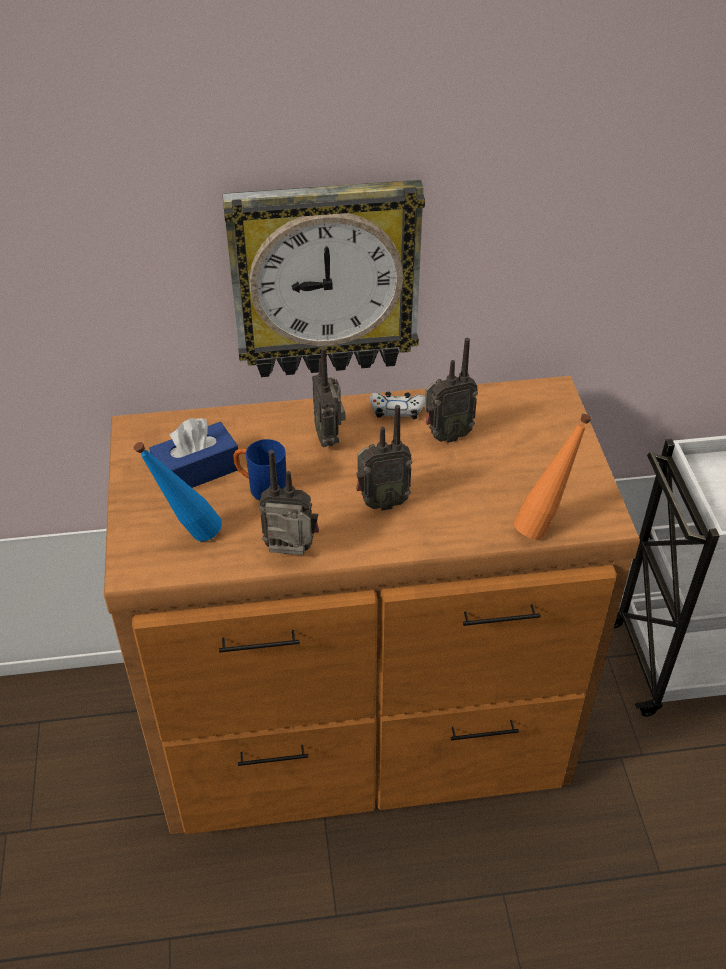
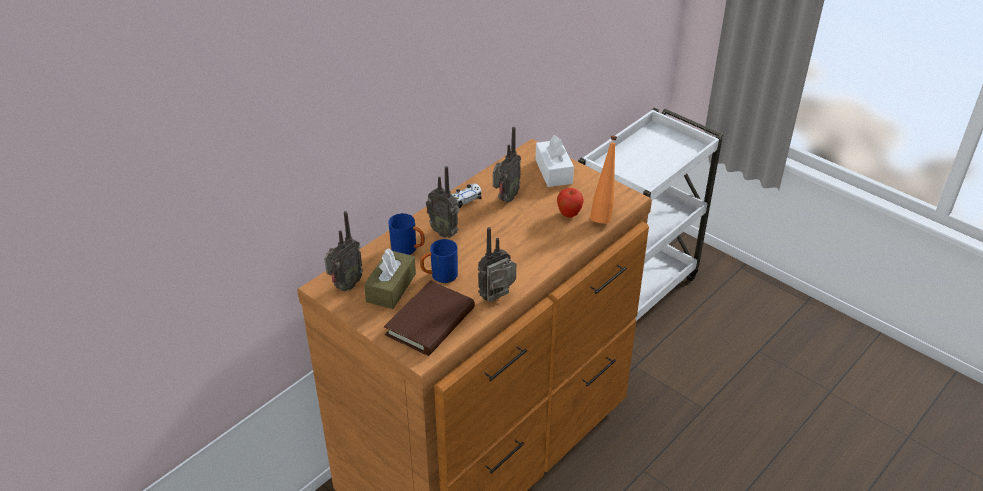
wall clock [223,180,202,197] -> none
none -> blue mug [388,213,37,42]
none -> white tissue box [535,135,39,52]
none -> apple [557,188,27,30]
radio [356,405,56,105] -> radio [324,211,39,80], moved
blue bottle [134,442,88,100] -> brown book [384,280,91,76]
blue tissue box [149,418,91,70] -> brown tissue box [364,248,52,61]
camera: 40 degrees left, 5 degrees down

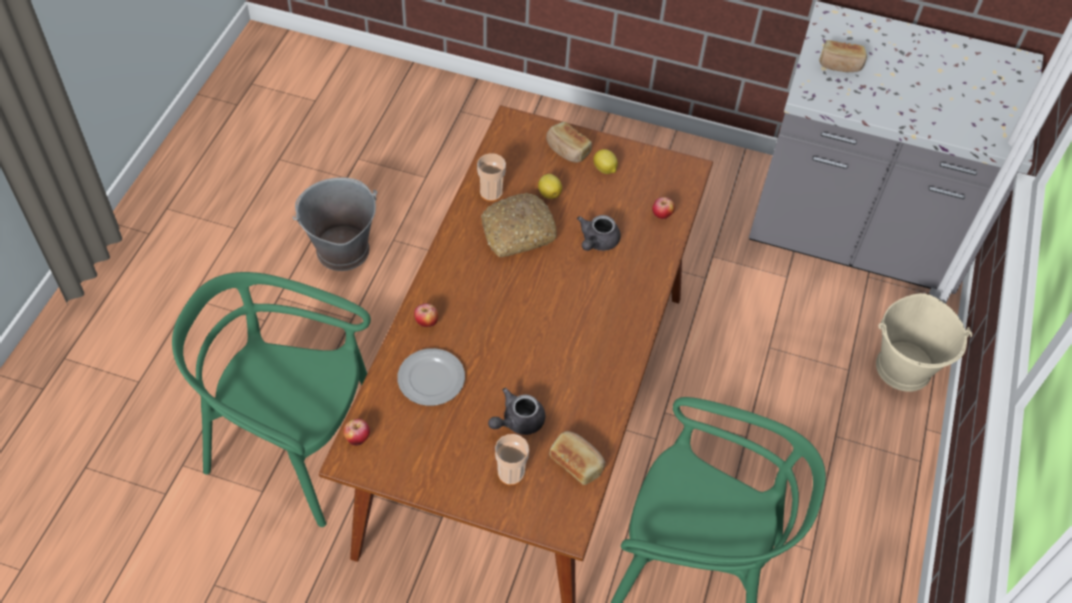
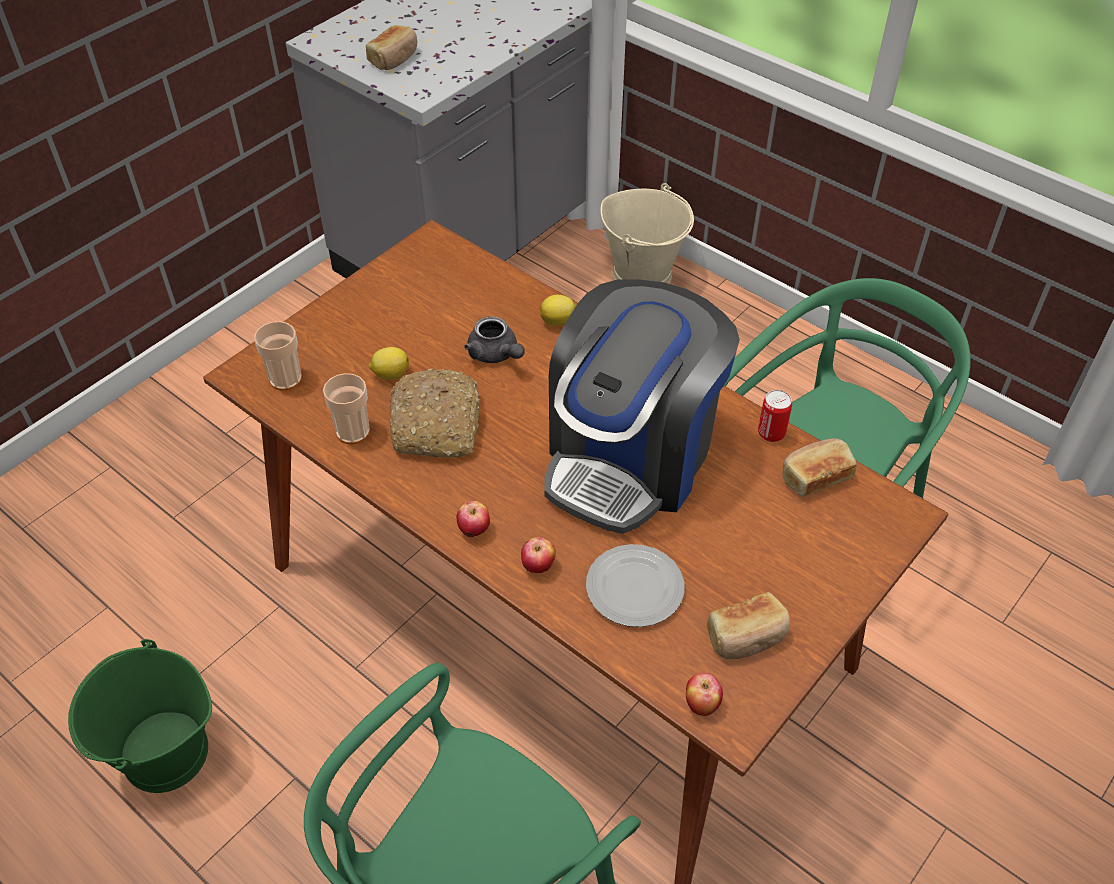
grey teapot [488,388,57,47] -> none
none -> coffee machine [544,279,196,255]
none -> can [758,390,34,52]
cup [495,434,34,51] -> cup [254,321,48,70], moved
bread [546,122,46,41] -> bread [707,592,83,67], moved
lemon [593,149,25,25] -> lemon [540,295,36,31], moved
apple [652,197,23,22] -> apple [457,501,33,37], moved
grey bucket [293,177,84,94] -> green bucket [68,639,144,154]
camera: 65 degrees left, 5 degrees down

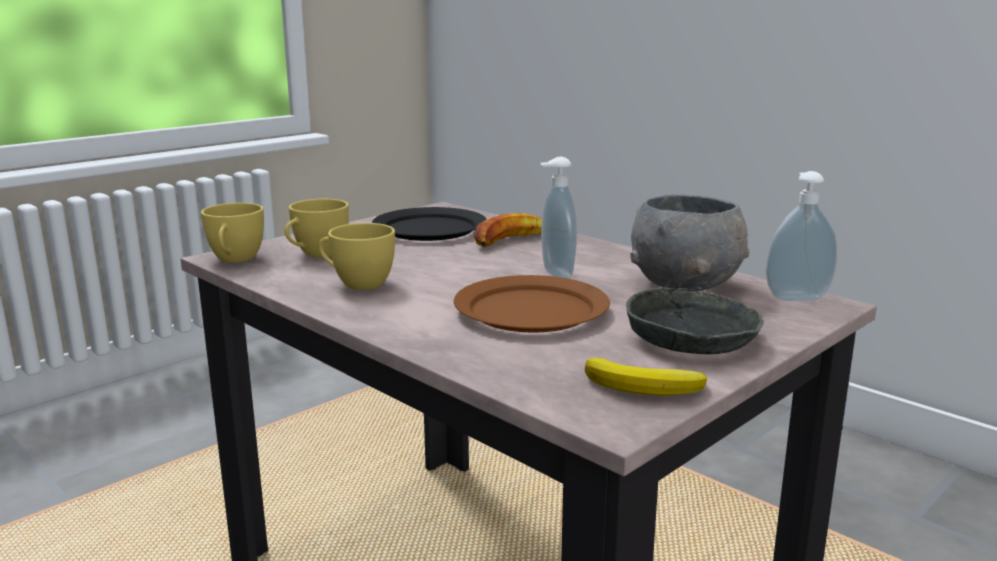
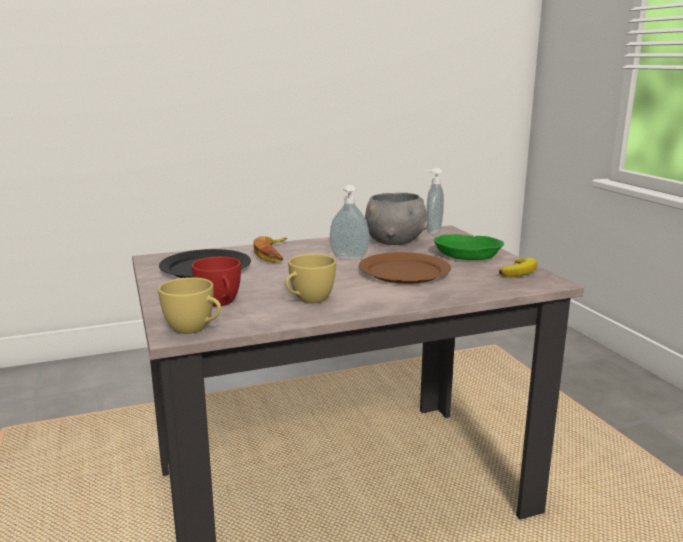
yellow cup [284,199,65,58] -> red cup [192,256,49,51]
grey bowl [626,287,138,67] -> green bowl [434,234,70,26]
camera: 65 degrees left, 0 degrees up

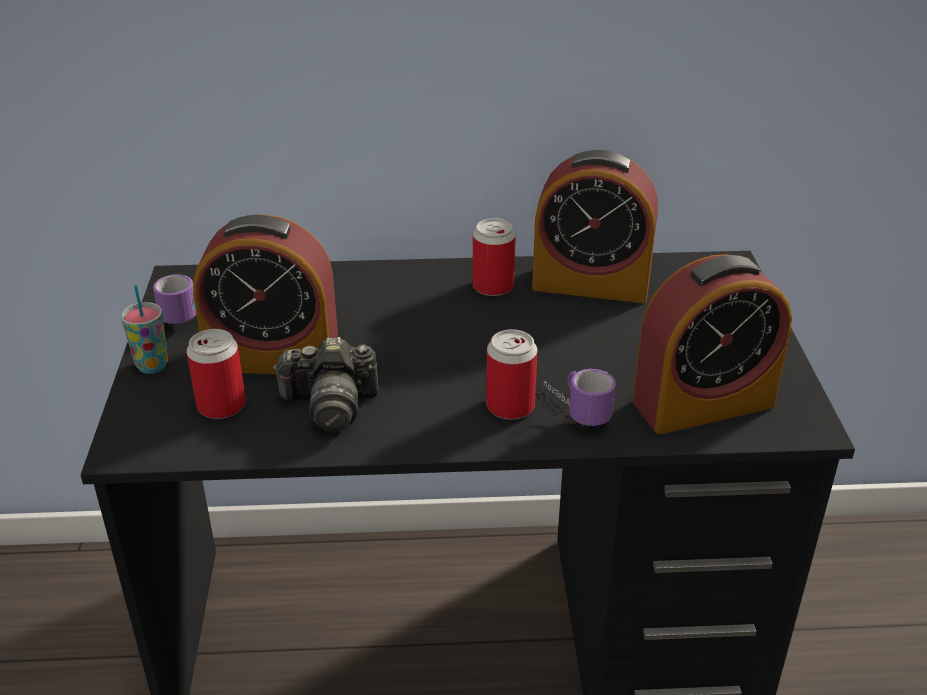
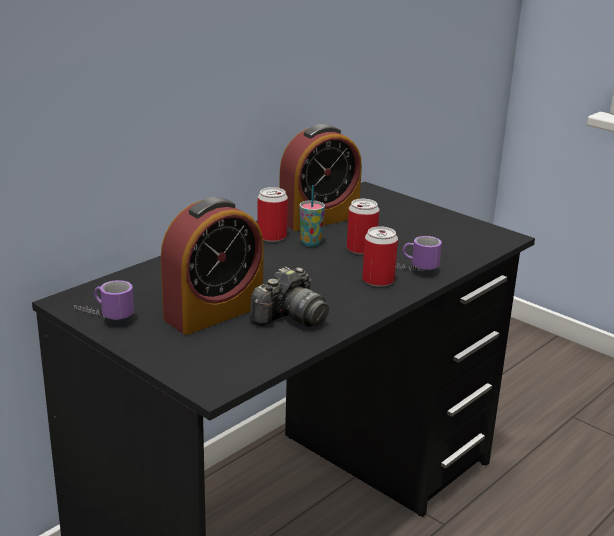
alarm clock [633,254,159,180] -> none
cup [121,285,47,89] -> cup [299,185,26,62], moved
can [186,329,60,90] -> can [347,199,32,56], moved
camera: 45 degrees left, 10 degrees down

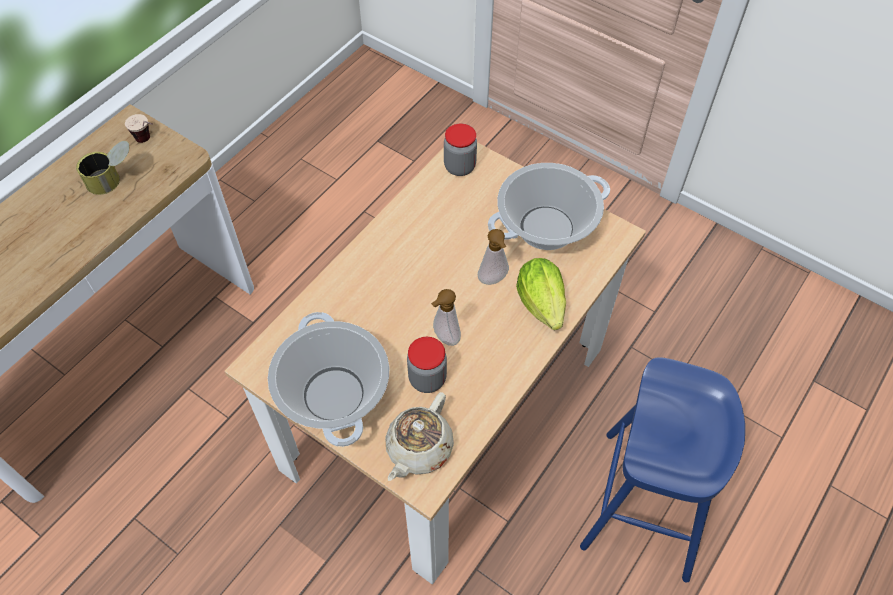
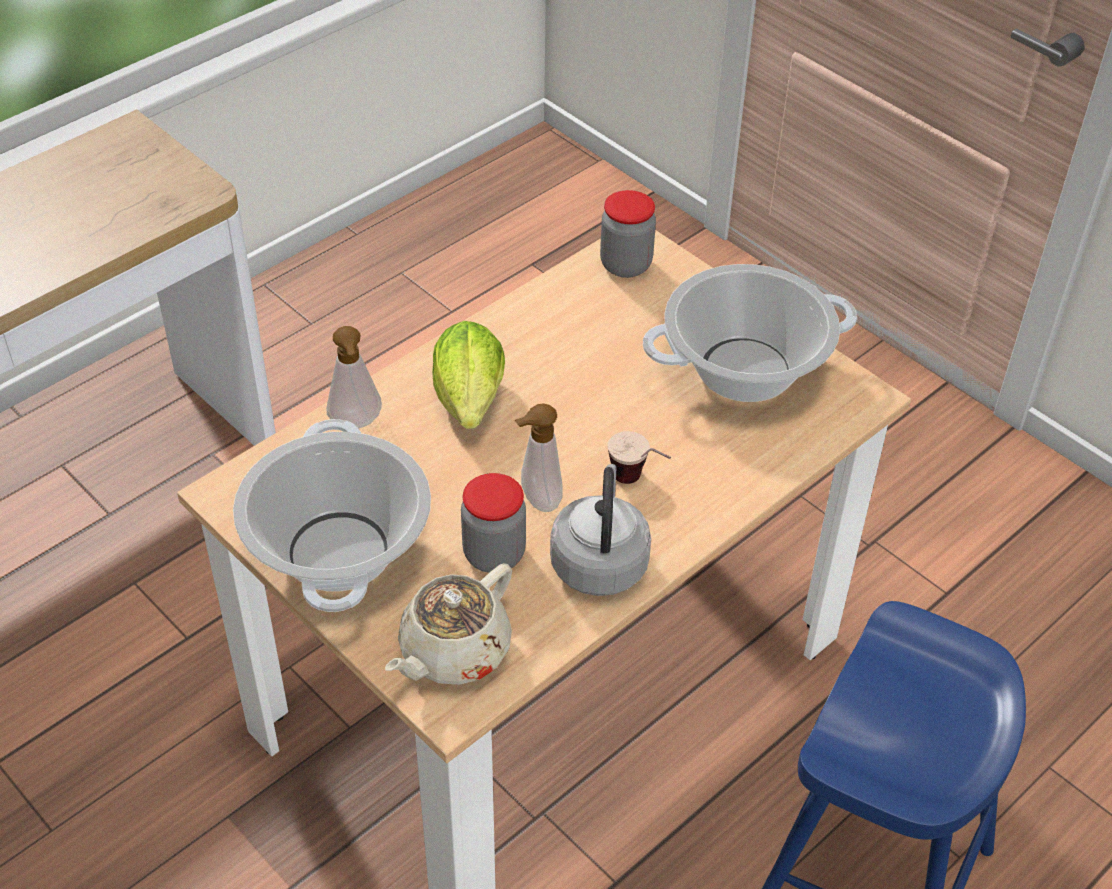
can [76,141,53,54] -> none
none -> grey kettle [550,464,101,132]
cup [125,114,28,29] -> cup [608,431,63,53], moved
soap dispenser [478,229,31,56] -> soap dispenser [326,326,56,102], moved
lettuce [516,258,50,72] -> lettuce [432,321,73,108], moved
camera: 10 degrees right, 10 degrees down

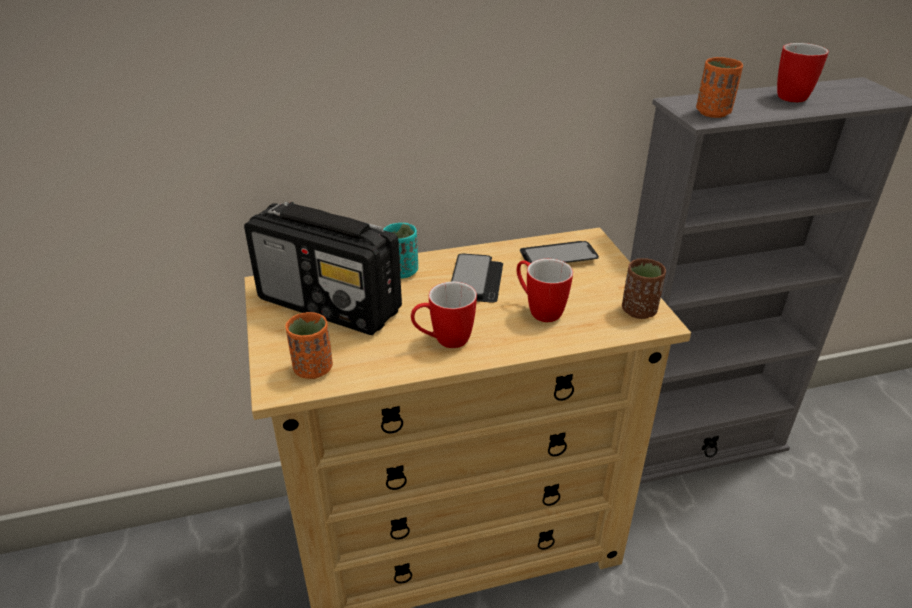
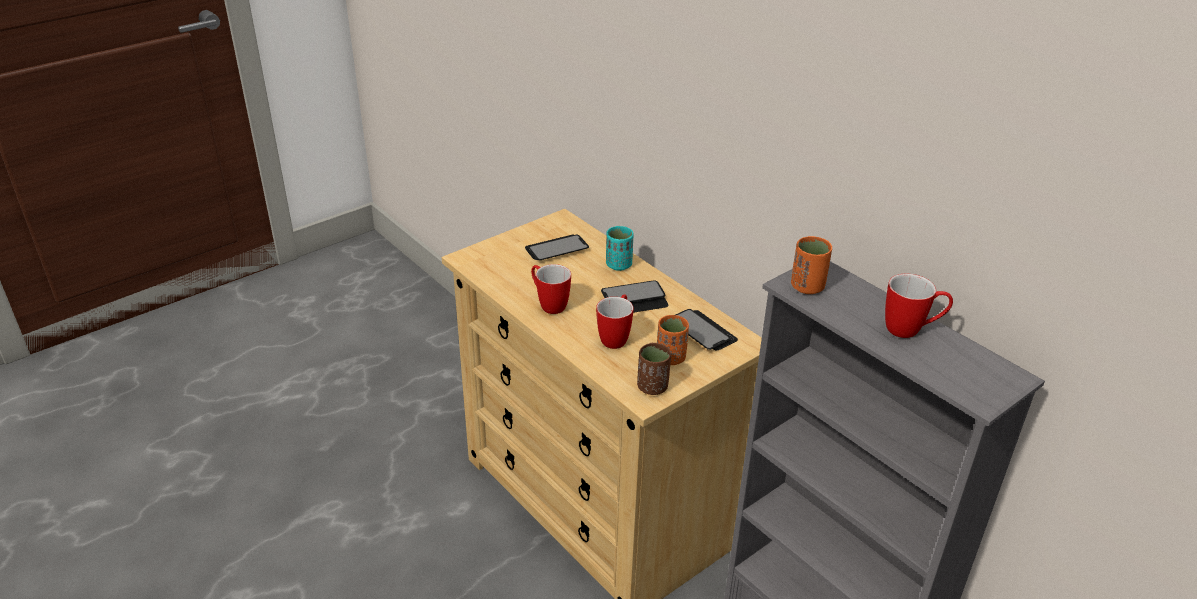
orange cup [285,312,48,67] -> orange cup [657,315,32,50], moved
radio [244,202,158,133] -> phone [525,235,64,25]
camera: 65 degrees right, 0 degrees up

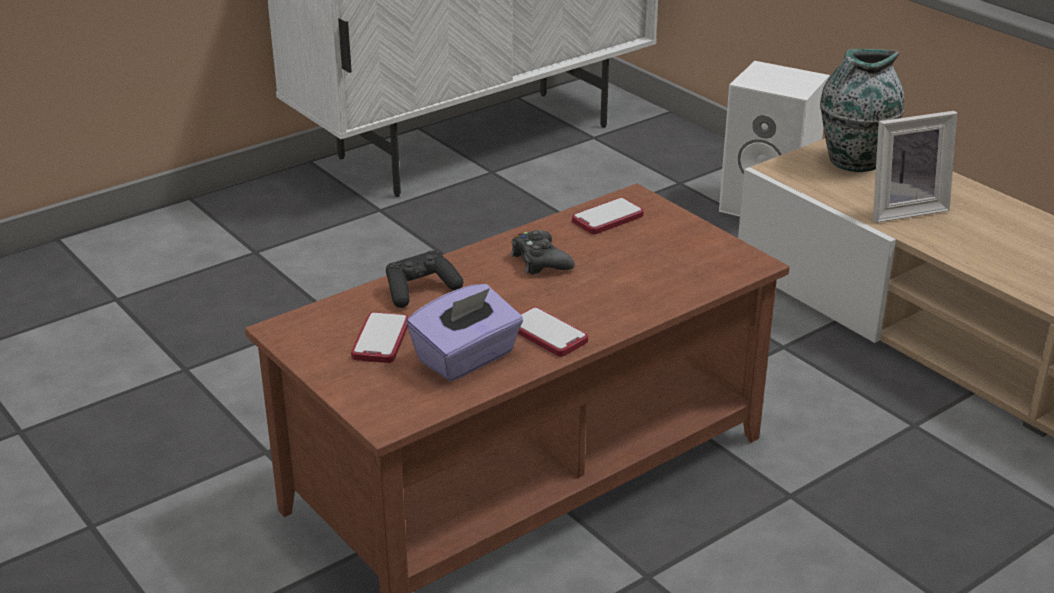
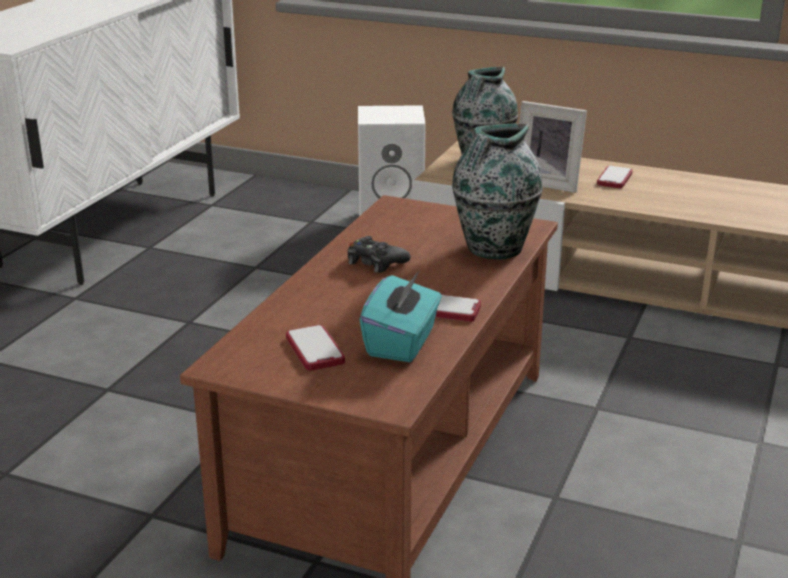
black game controller [386,251,77,57] -> none
none -> vase [452,123,91,137]
phone [572,198,72,36] -> phone [597,166,36,22], moved
purple tissue box [406,284,117,97] -> turquoise tissue box [359,271,83,91]
picture frame [873,111,84,112] -> picture frame [519,101,68,92], 75 degrees clockwise
camera: 30 degrees left, 5 degrees down

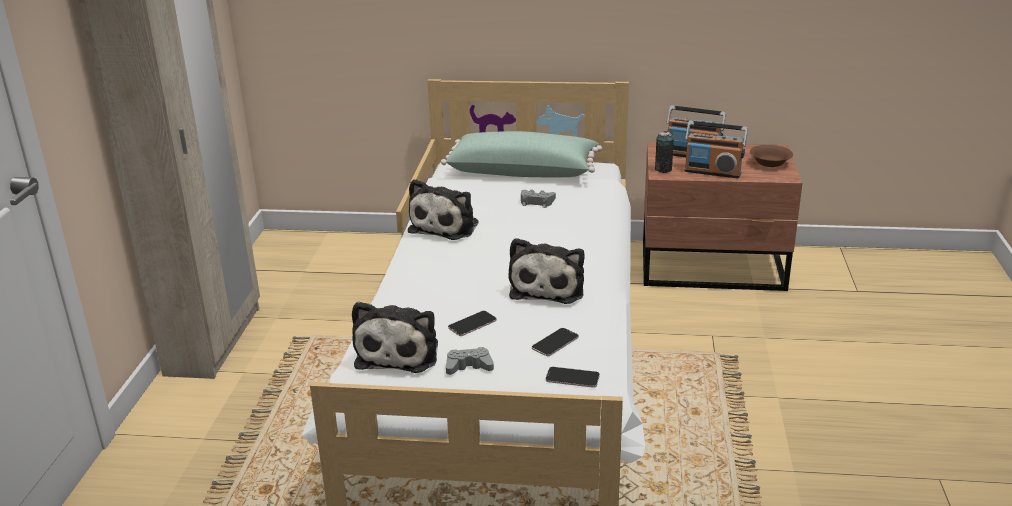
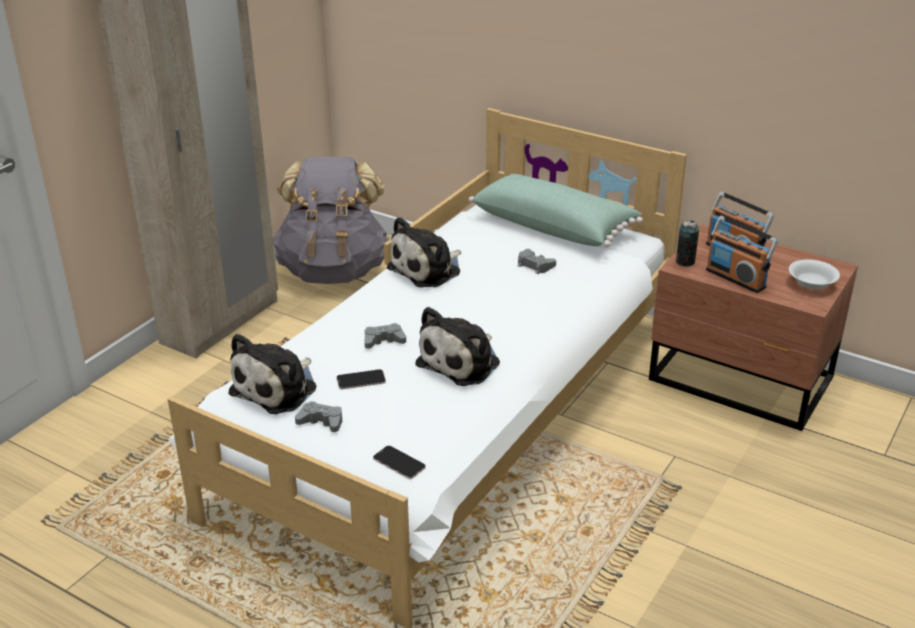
phone [532,328,47,28] -> none
none -> grey backpack [273,157,117,127]
none -> grey game controller [365,323,41,26]
brown bowl [750,145,43,22] -> white bowl [789,259,51,31]
camera: 25 degrees right, 5 degrees up

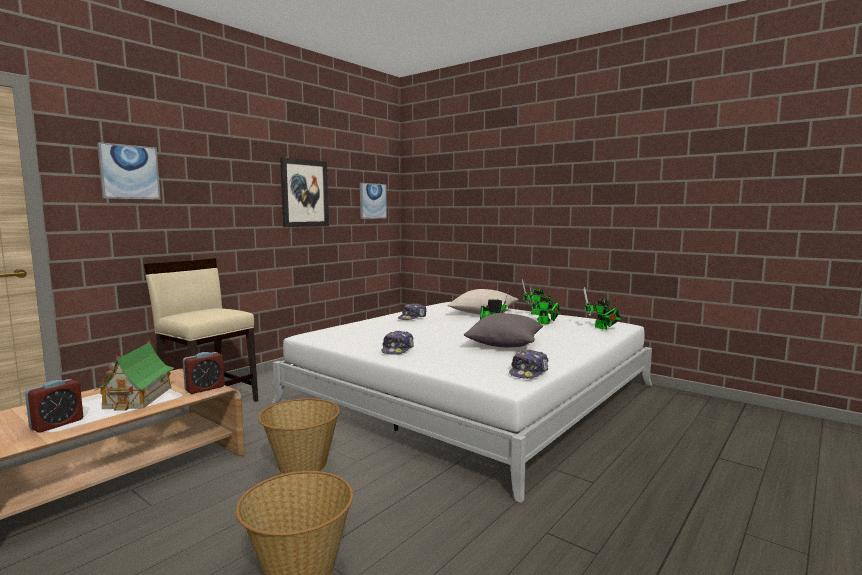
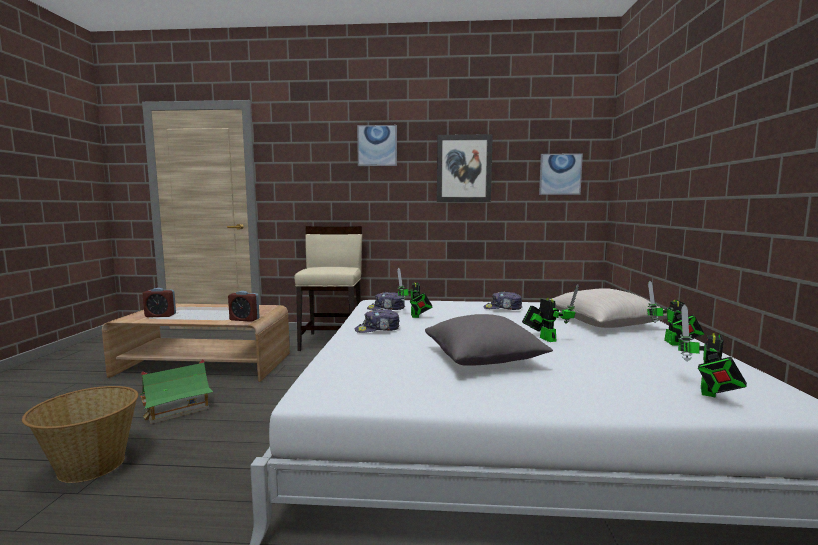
basket [258,398,82,76] -> none
toy house [94,339,80,72] -> toy house [139,359,74,65], moved
picture [97,142,63,58] -> picture [357,125,40,41], moved
cap [509,350,40,29] -> cap [367,292,38,18], moved
toy robot [530,287,30,37] -> toy robot [397,268,35,50], moved
camera: 55 degrees right, 0 degrees up

